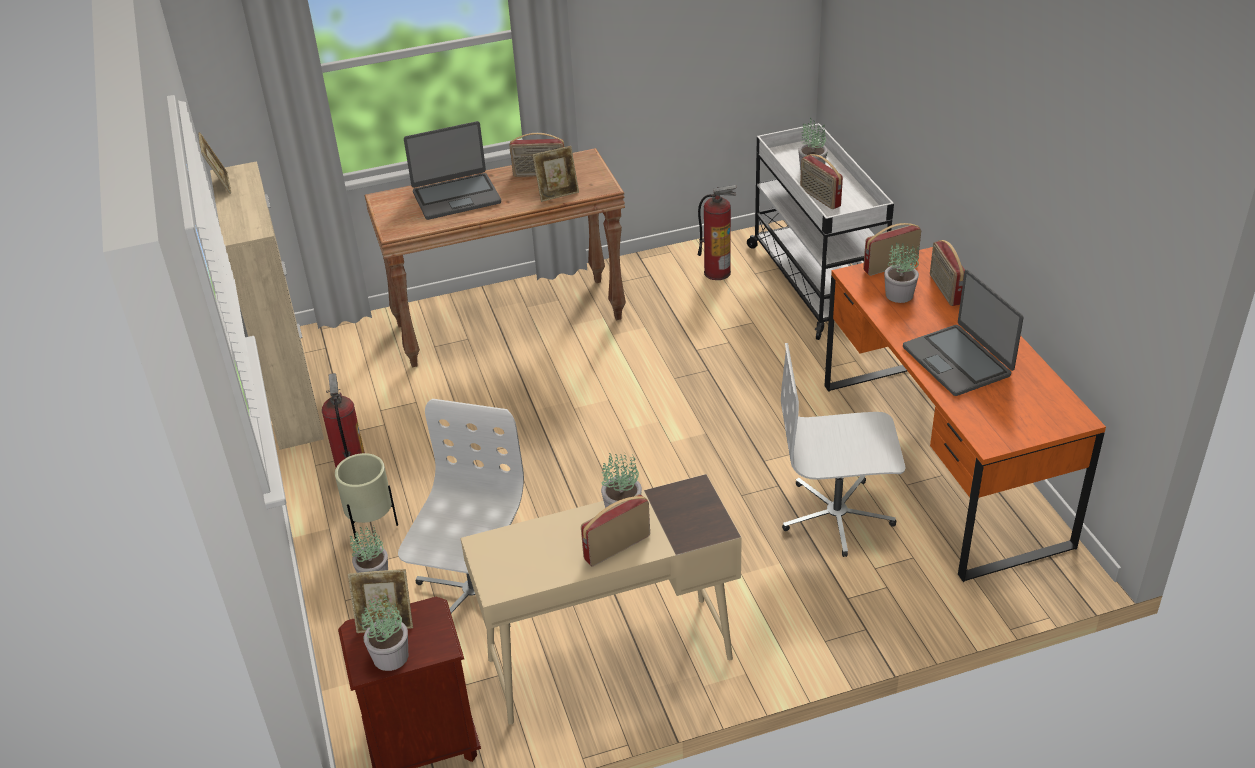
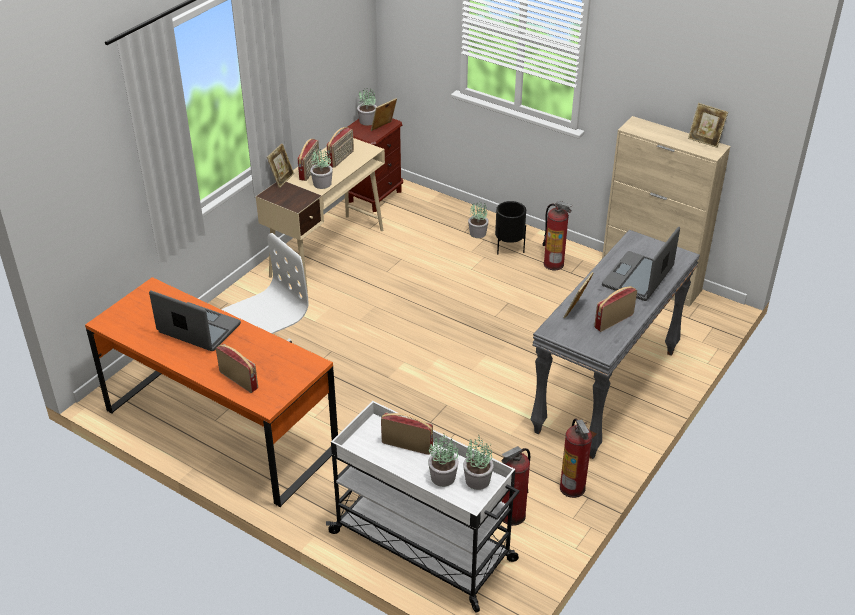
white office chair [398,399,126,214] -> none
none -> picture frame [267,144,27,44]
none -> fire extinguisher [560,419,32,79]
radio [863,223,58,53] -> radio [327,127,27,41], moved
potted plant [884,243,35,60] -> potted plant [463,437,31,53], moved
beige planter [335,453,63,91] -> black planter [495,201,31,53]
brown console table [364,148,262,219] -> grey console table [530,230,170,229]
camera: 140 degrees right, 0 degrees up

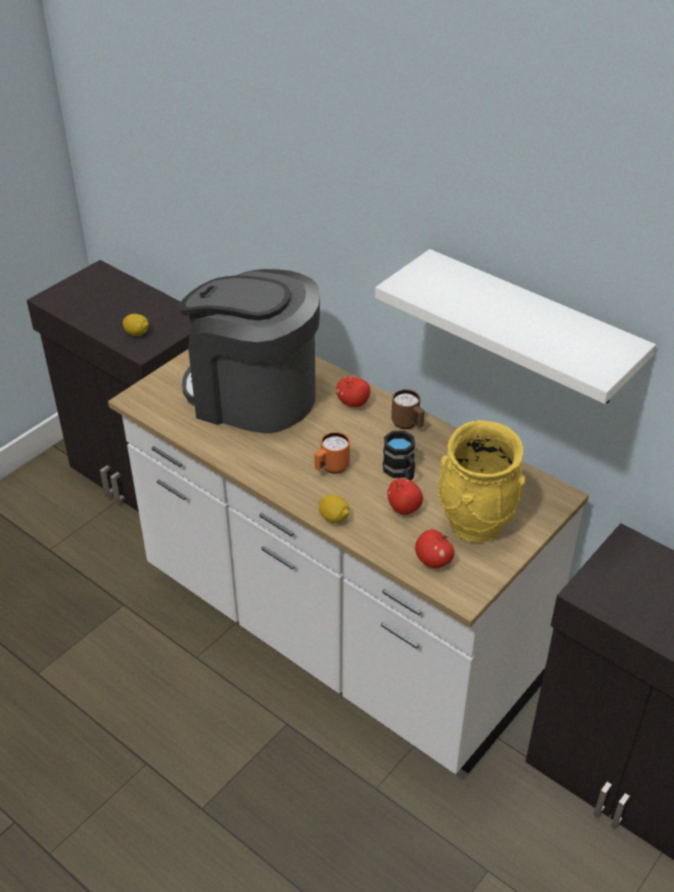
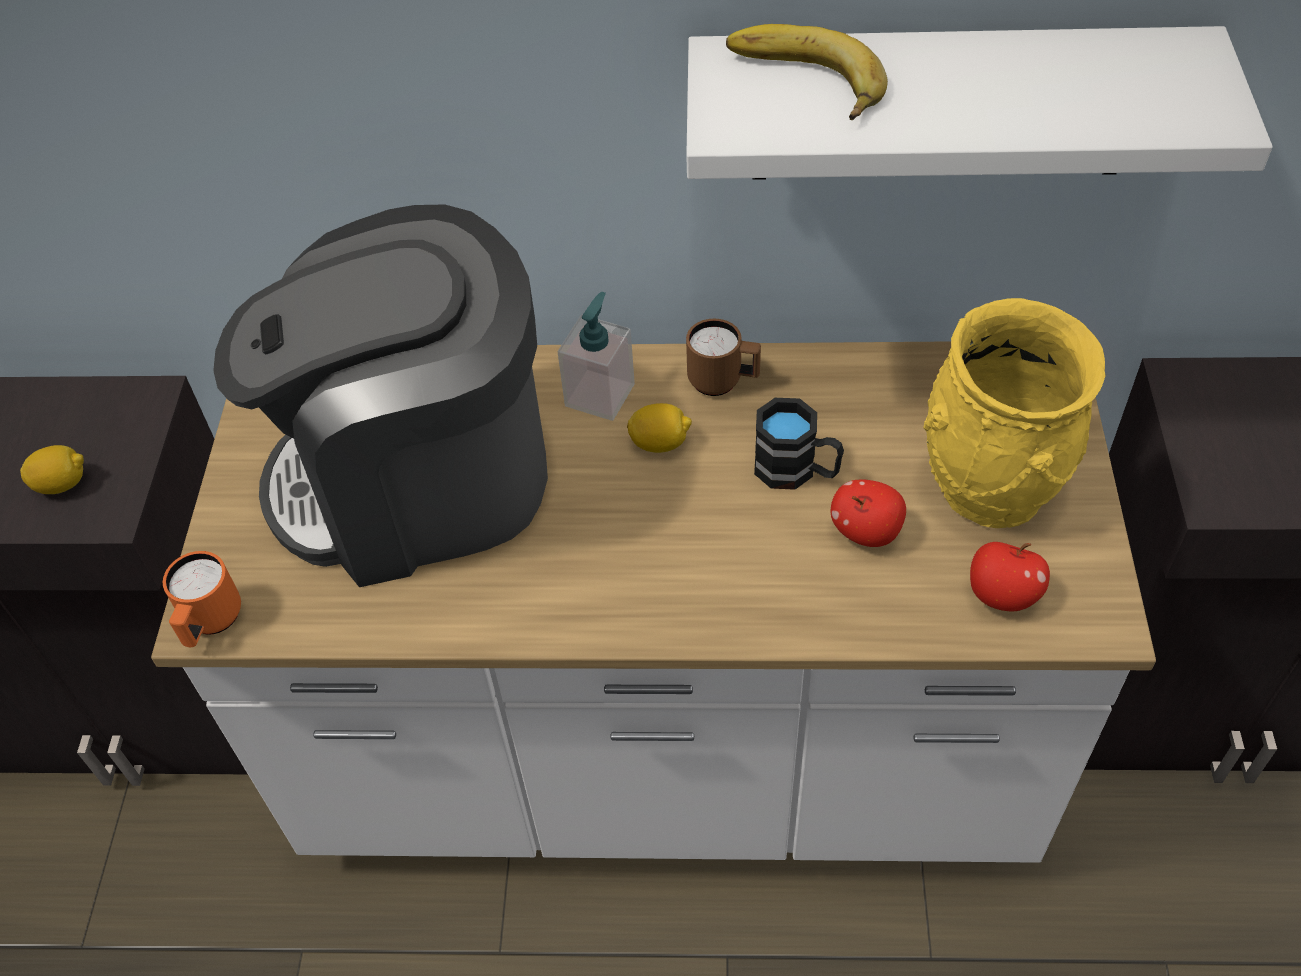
none -> banana [726,24,162,96]
orange mug [314,432,36,42] -> orange mug [163,551,78,96], moved
lemon [319,495,30,28] -> lemon [627,403,65,50], moved
apple [336,377,34,30] -> soap dispenser [558,291,77,130]
camera: 35 degrees left, 10 degrees up

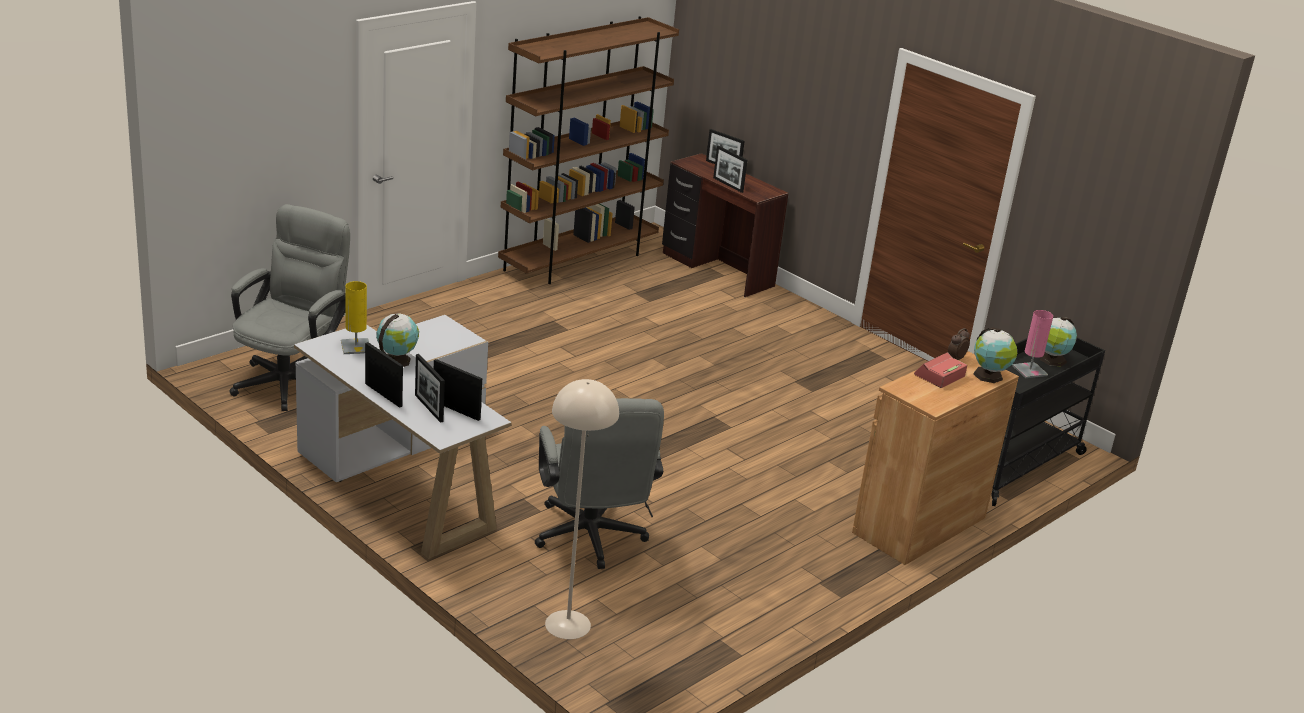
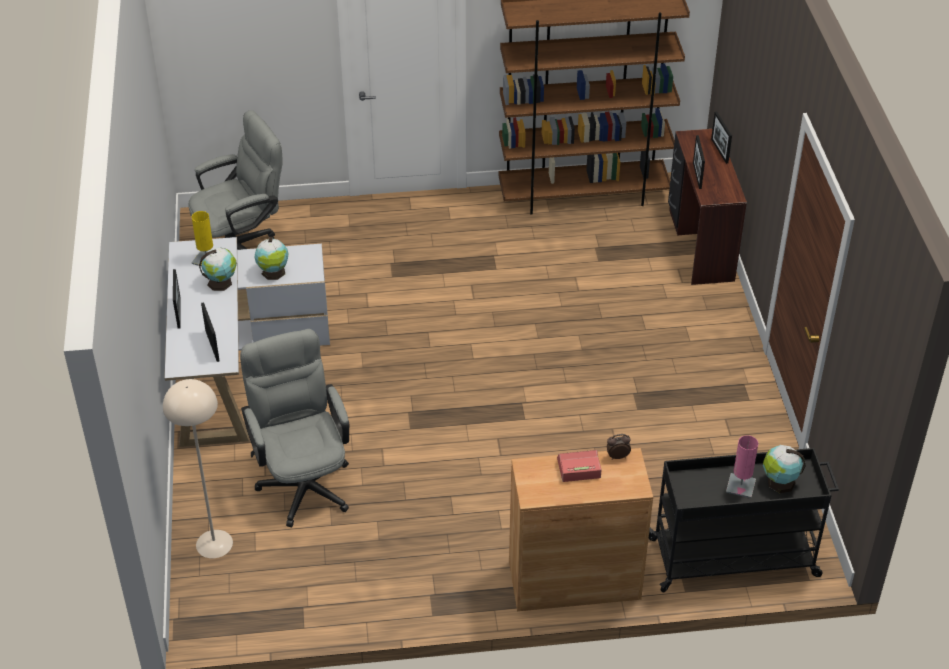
picture frame [415,354,30,69] -> none
globe [973,327,44,56] -> globe [255,237,34,43], moved
grey office chair [535,398,129,171] -> grey office chair [240,329,109,199], 135 degrees clockwise
camera: 40 degrees right, 15 degrees up

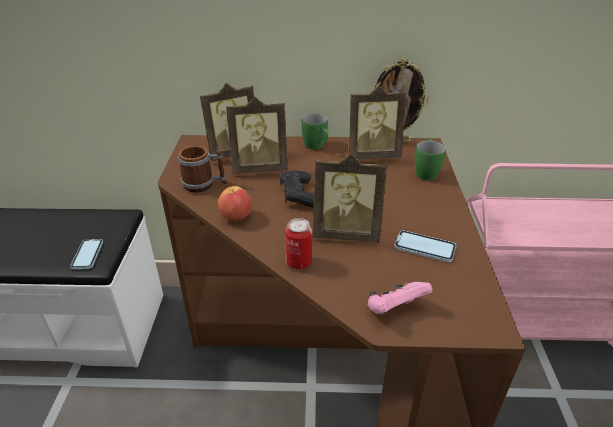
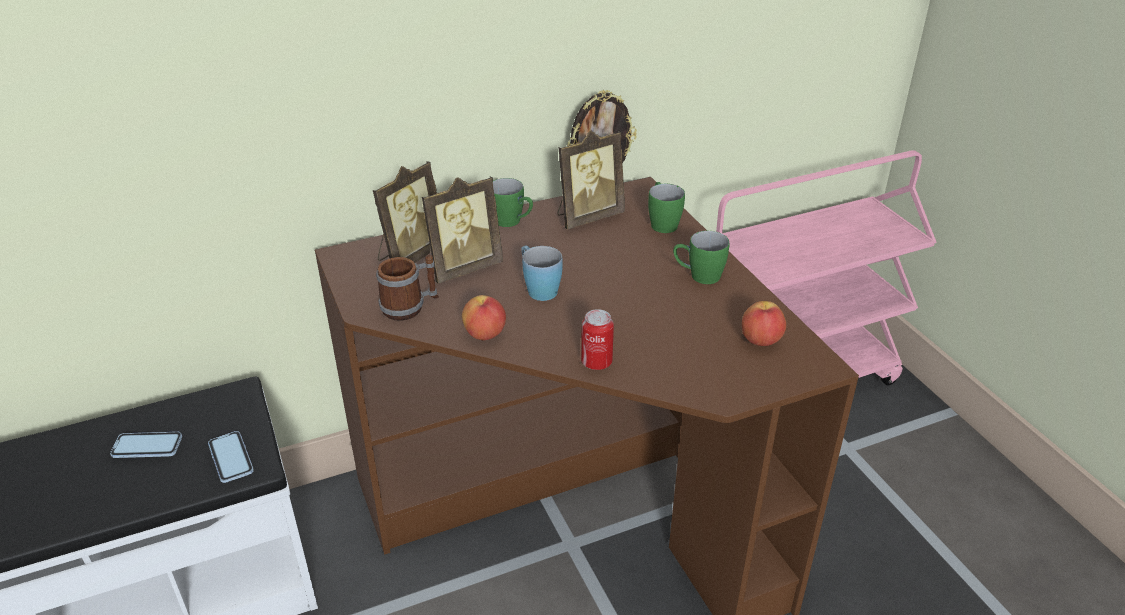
picture frame [313,154,74,89] -> none
pink game controller [368,282,64,33] -> none
none -> green mug [673,231,56,53]
none -> apple [742,301,44,45]
phone [394,230,62,32] -> phone [110,432,72,26], moved
black game controller [280,170,34,38] -> blue mug [521,245,42,56]
camera: 25 degrees left, 0 degrees up

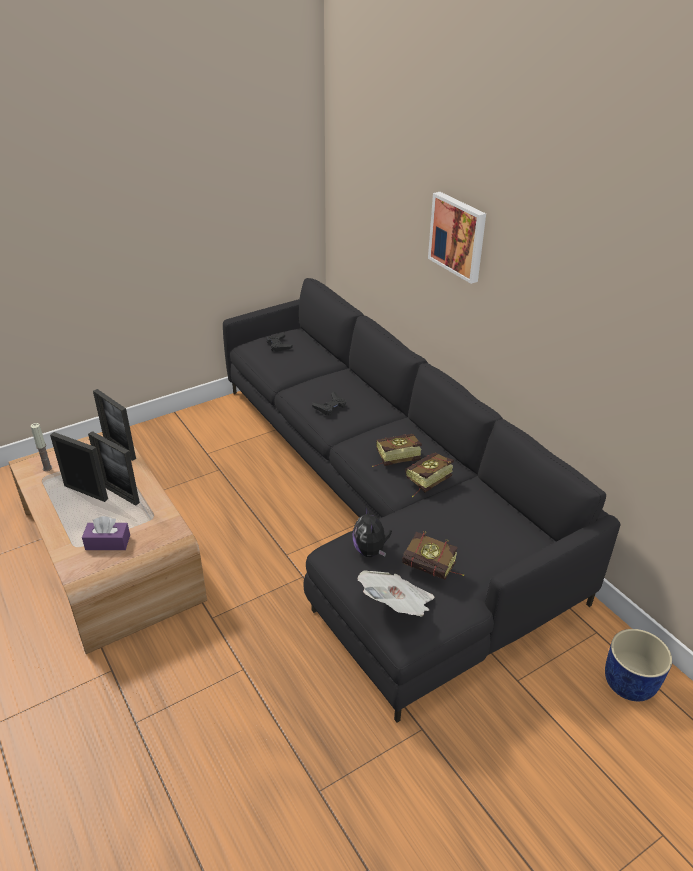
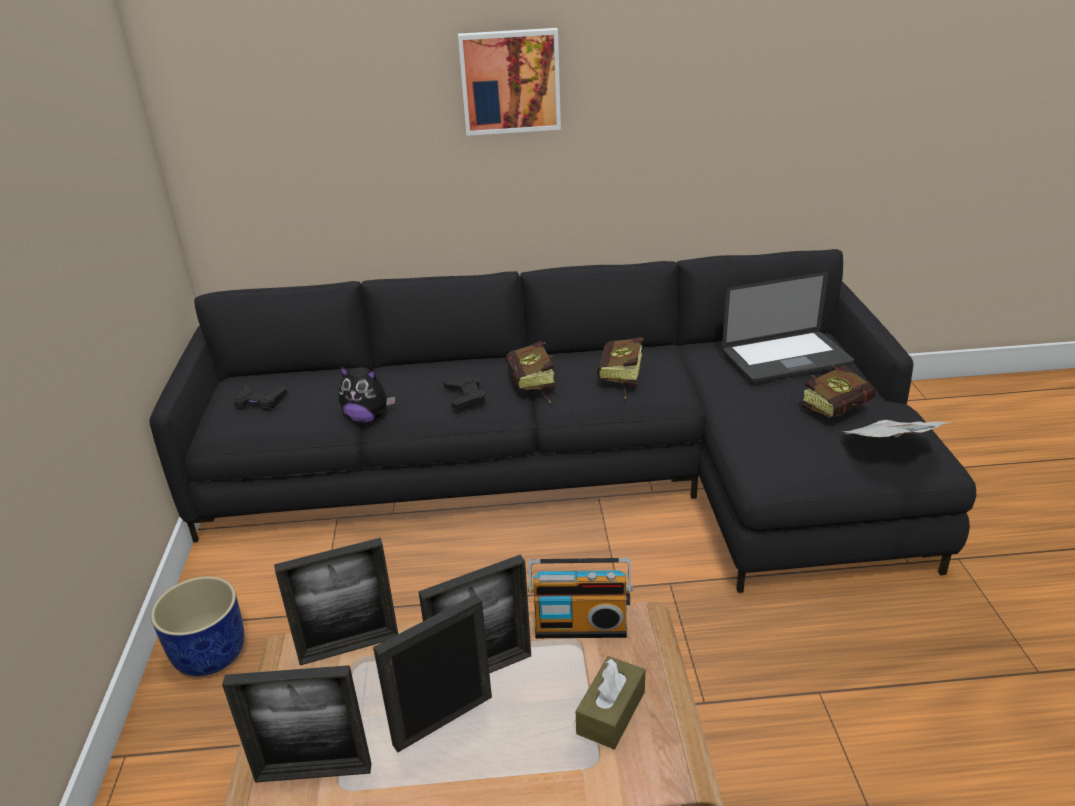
none -> radio [528,558,105,80]
none -> laptop [722,272,132,111]
plush toy [352,506,40,51] -> plush toy [339,366,56,57], moved
book [405,453,49,44] -> book [505,341,50,62], moved
blue planter [605,629,67,72] -> blue planter [151,576,93,100], moved
candle [30,423,22,48] -> picture frame [222,665,149,118]
purple tissue box [82,516,48,34] -> brown tissue box [576,656,69,93]
camera: 60 degrees left, 5 degrees down

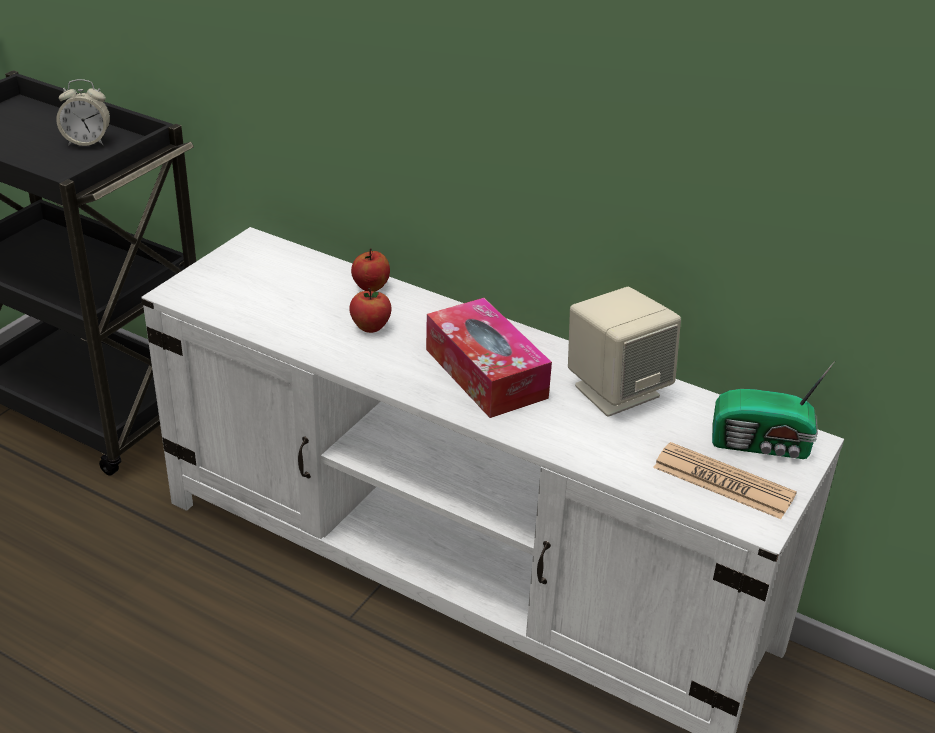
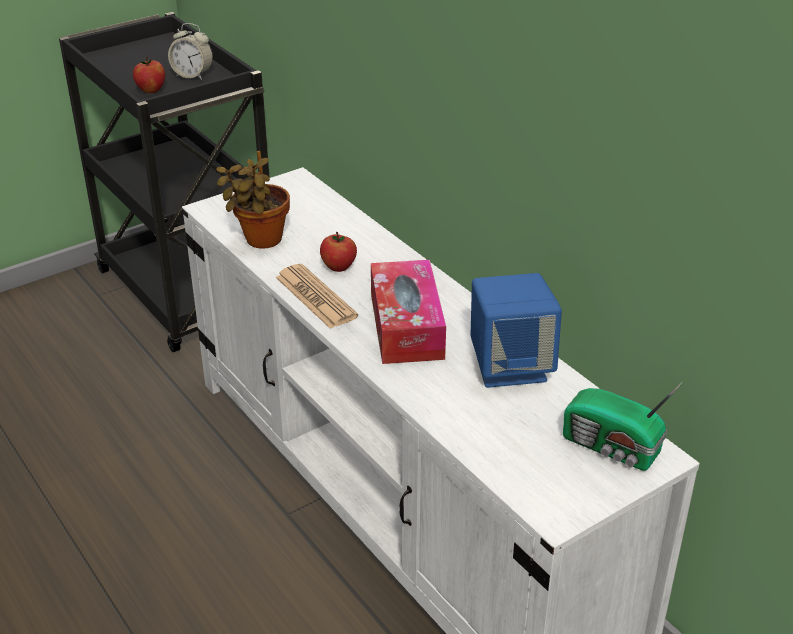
none -> potted plant [217,151,73,98]
apple [351,248,39,43] -> apple [133,56,32,37], moved
newspaper [653,442,144,77] -> newspaper [275,264,83,65], moved
beige speaker [568,287,113,130] -> blue speaker [470,273,92,115]
camera: 25 degrees right, 0 degrees up

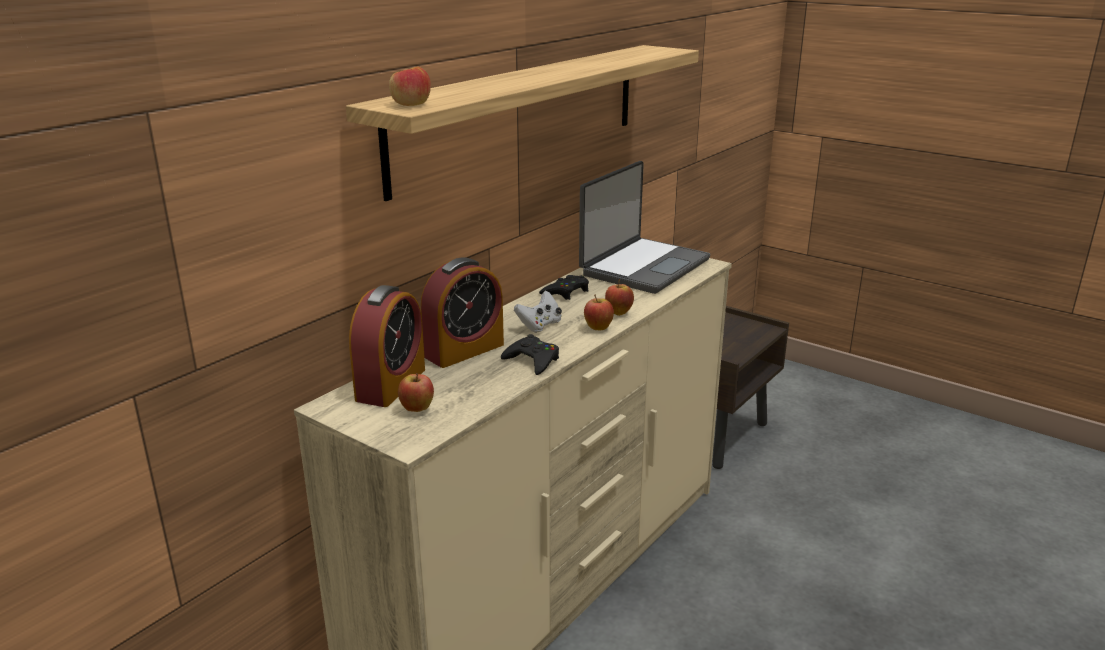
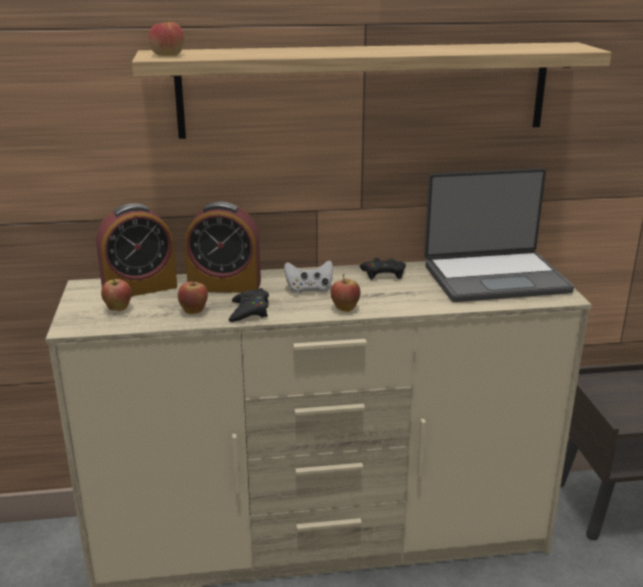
apple [605,279,29,37] -> apple [178,277,30,37], moved
camera: 45 degrees right, 0 degrees up

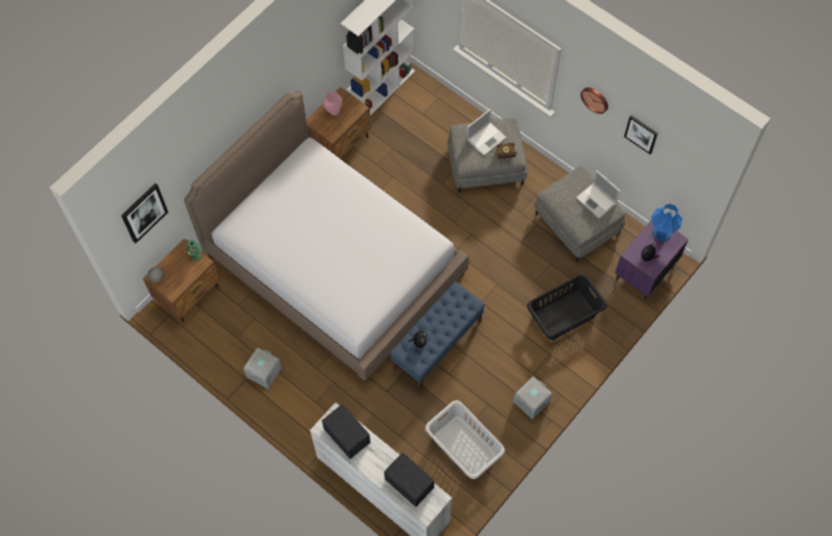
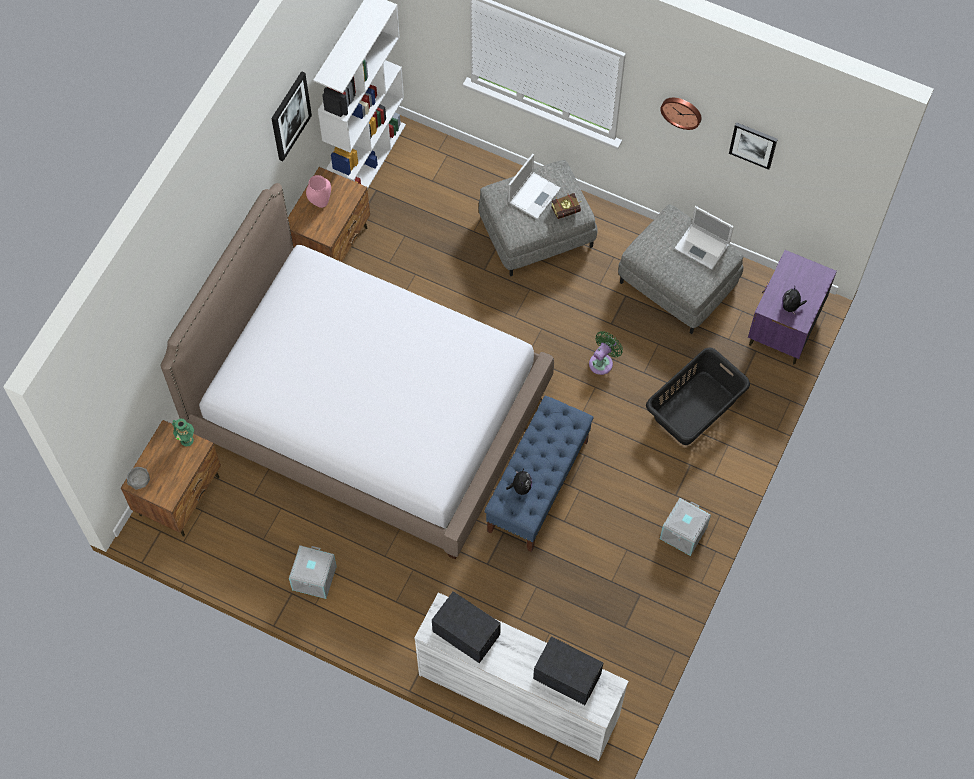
grey laundry basket [425,400,80,79] -> none
blue table lamp [651,203,31,38] -> none
none -> green fan [589,331,34,44]
picture [121,183,47,61] -> picture [271,71,41,90], moved
camera: 15 degrees left, 0 degrees up

